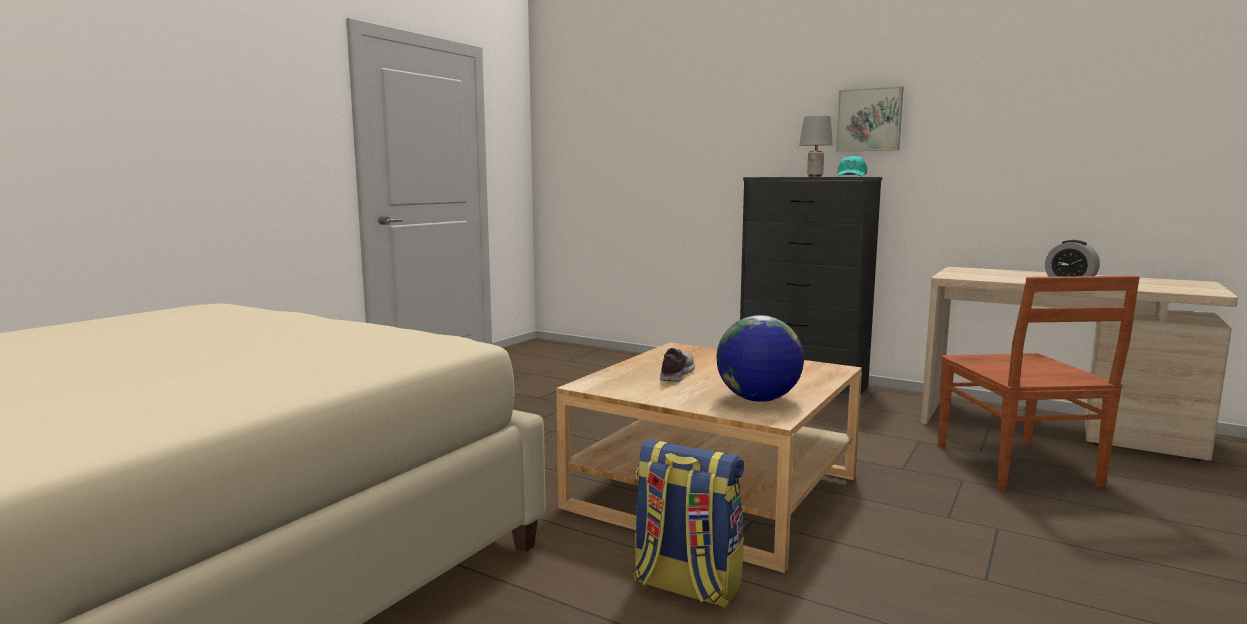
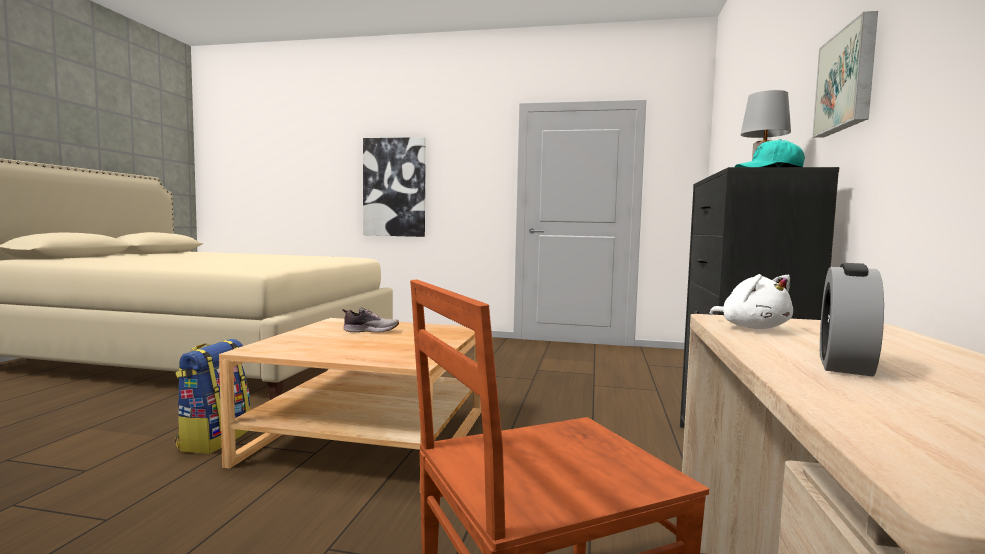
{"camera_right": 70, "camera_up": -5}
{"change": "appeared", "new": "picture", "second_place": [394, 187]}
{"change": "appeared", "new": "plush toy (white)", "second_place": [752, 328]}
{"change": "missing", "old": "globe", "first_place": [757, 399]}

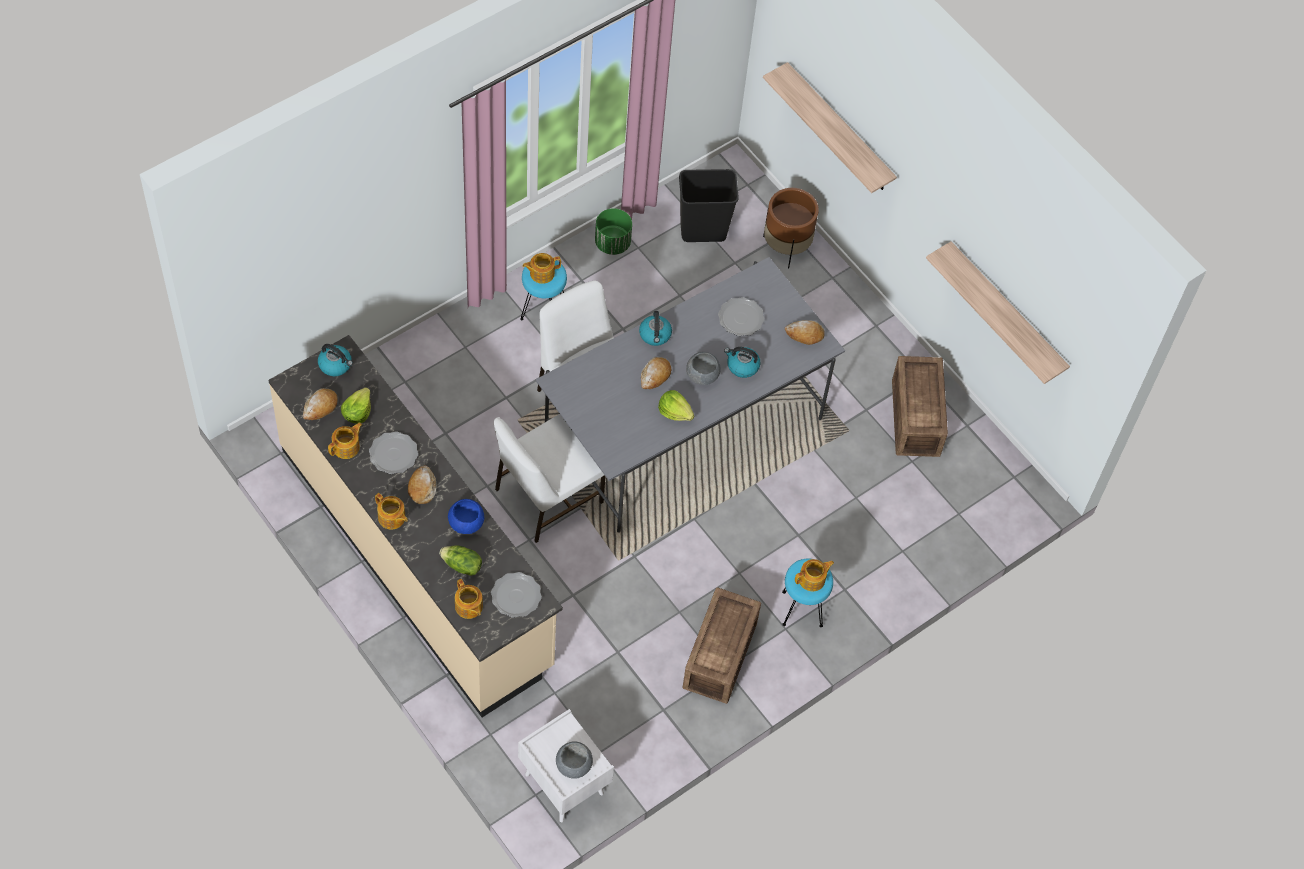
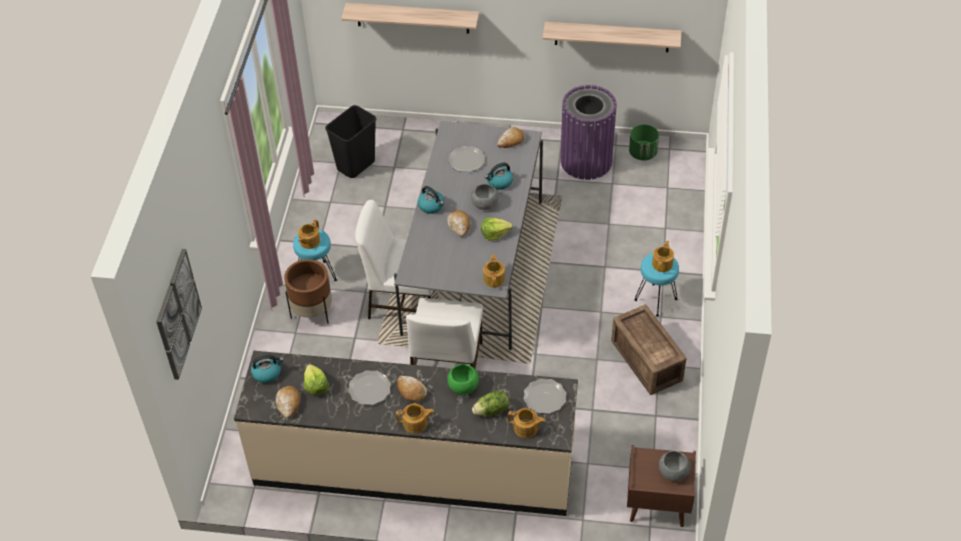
{"camera_right": -40, "camera_up": -10}
{"change": "appeared", "new": "picture", "second_place": [178, 314]}
{"change": "relocated", "old": "planter (brown)", "first_place": [786, 247], "second_place": [312, 312]}
{"change": "colour", "old": "bowl (blue)", "new": "bowl (green)", "first_place": [466, 523], "second_place": [463, 386]}
{"change": "relocated", "old": "teapot", "first_place": [347, 447], "second_place": [494, 278]}
{"change": "exchanged", "old": "crate", "new": "trash can (purple)", "first_place": [917, 416], "second_place": [586, 161]}
{"change": "colour", "old": "nightstand (white)", "new": "nightstand (brown)", "first_place": [563, 784], "second_place": [656, 505]}
{"change": "relocated", "old": "planter (green)", "first_place": [613, 243], "second_place": [642, 153]}

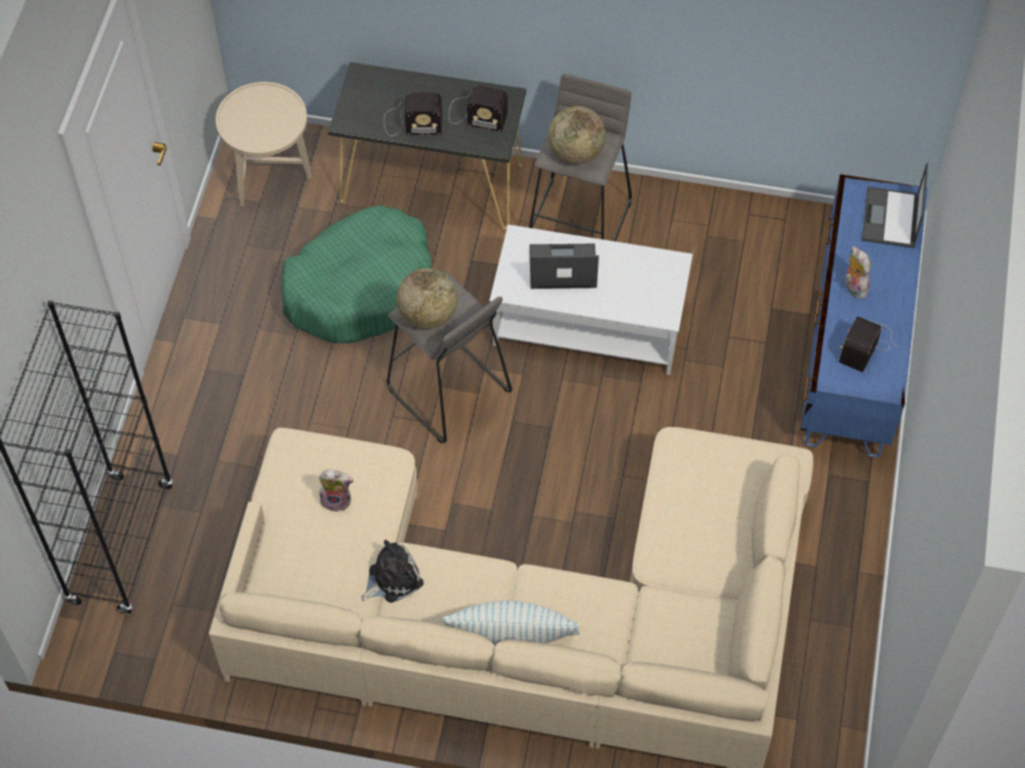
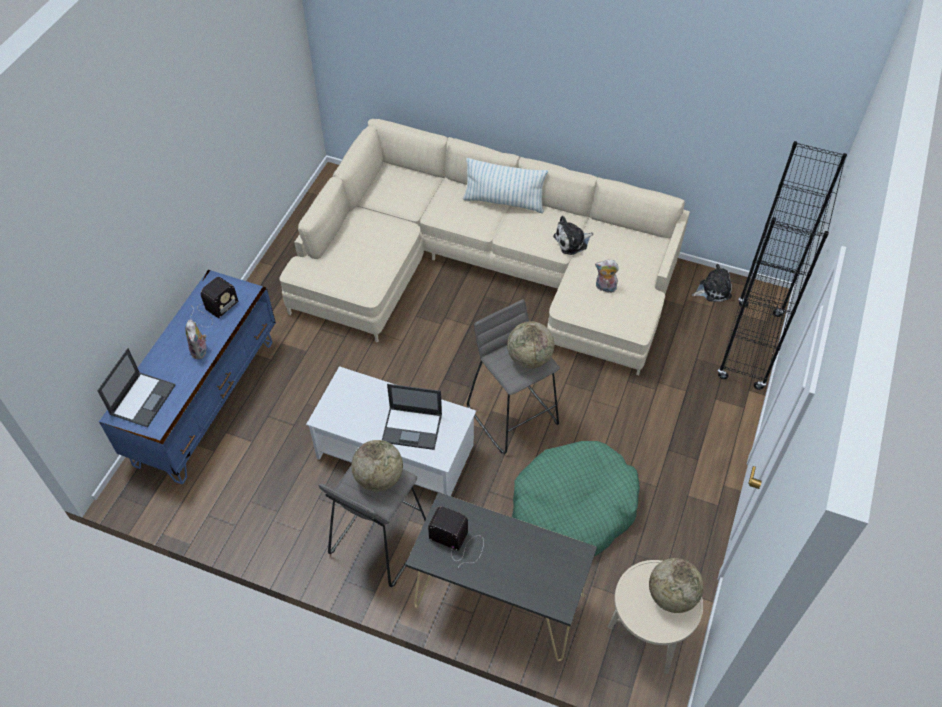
{"camera_right": -170, "camera_up": -5}
{"change": "appeared", "new": "globe", "second_place": [671, 595]}
{"change": "appeared", "new": "plush toy", "second_place": [713, 290]}
{"change": "missing", "old": "radio", "first_place": [411, 123]}

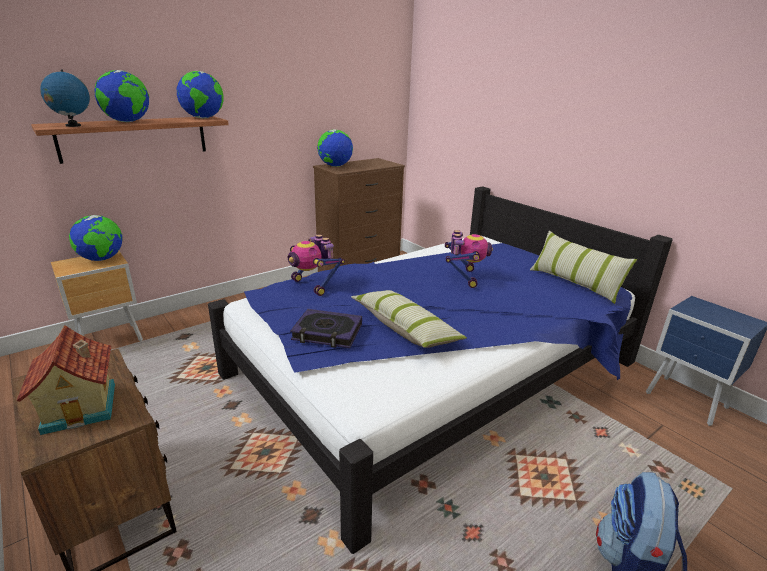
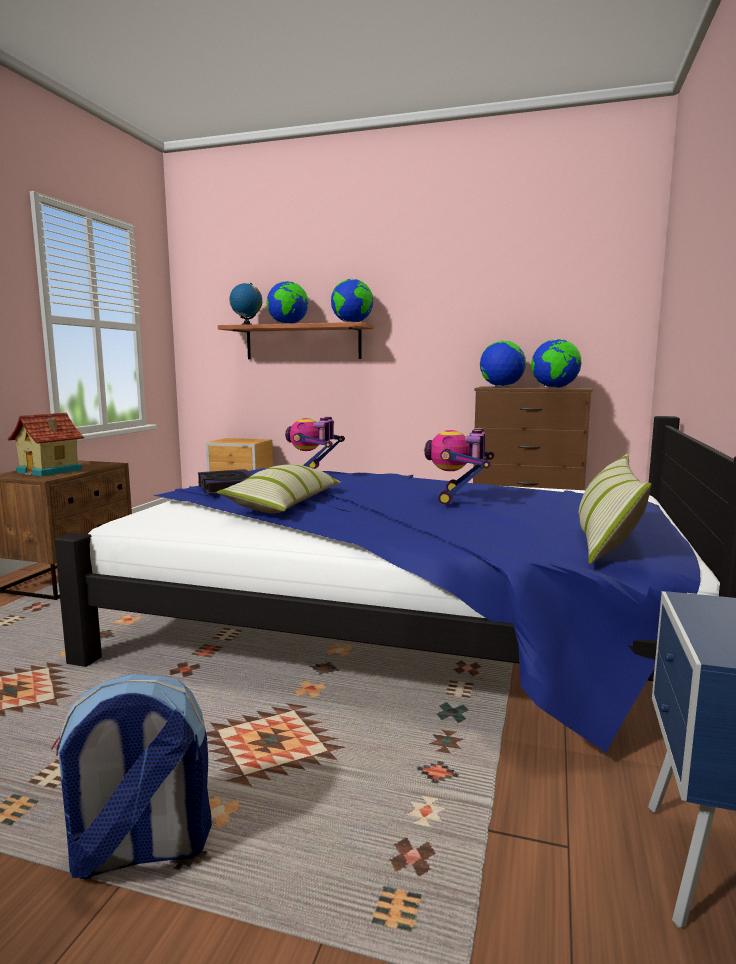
{"camera_right": 55, "camera_up": -15}
{"change": "spun", "old": "toy robot", "first_place": [464, 277], "second_place": [458, 498], "degrees": 135}
{"change": "relocated", "old": "globe", "first_place": [101, 259], "second_place": [554, 388]}

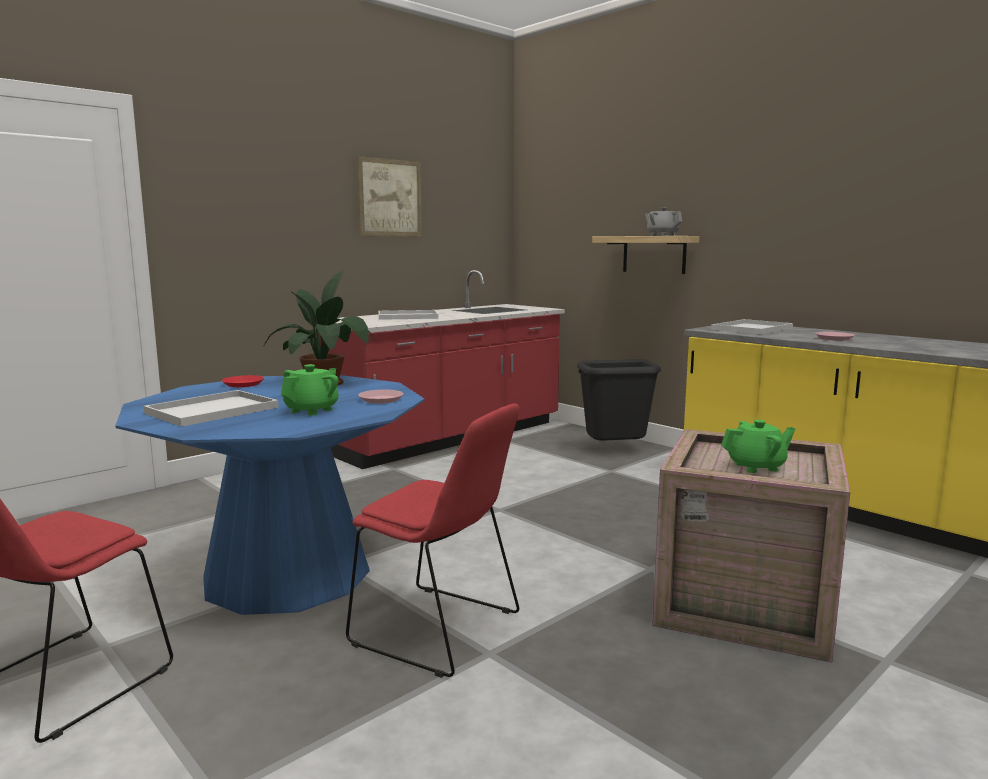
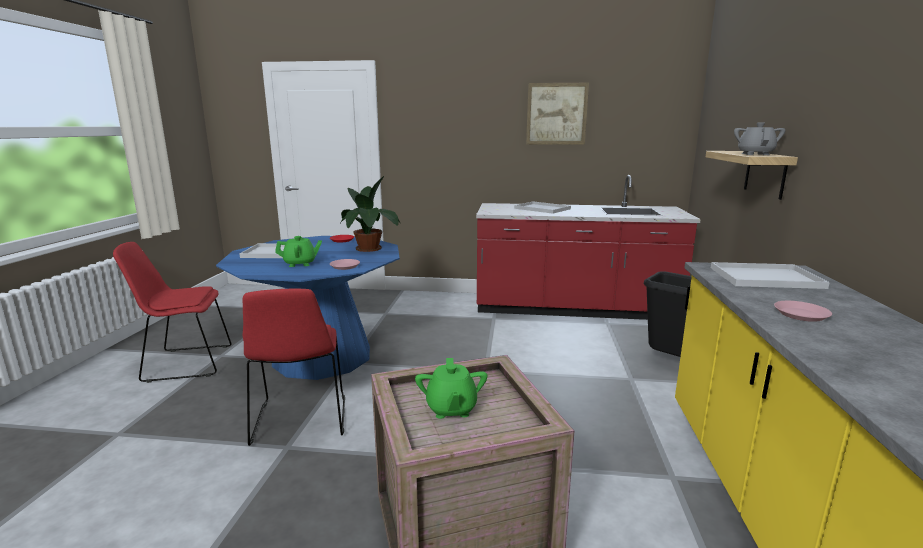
{"camera_right": 50, "camera_up": 5}
{"change": "spun", "old": "teapot (green)", "first_place": [756, 467], "second_place": [451, 409], "degrees": 45}

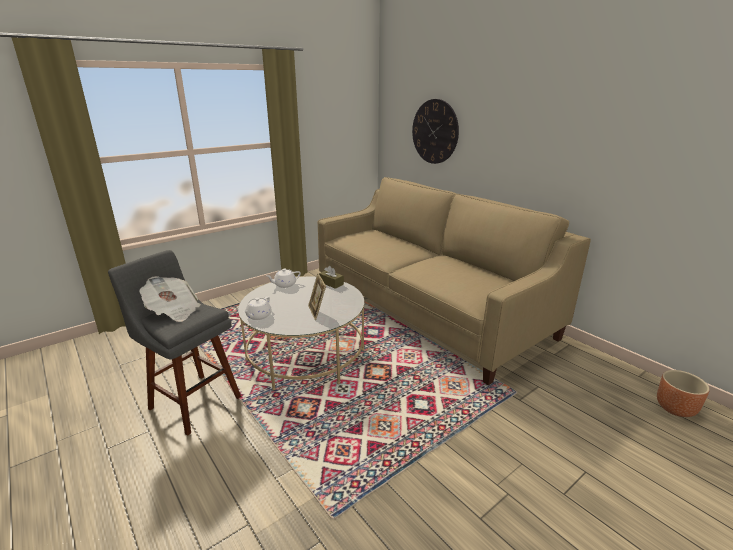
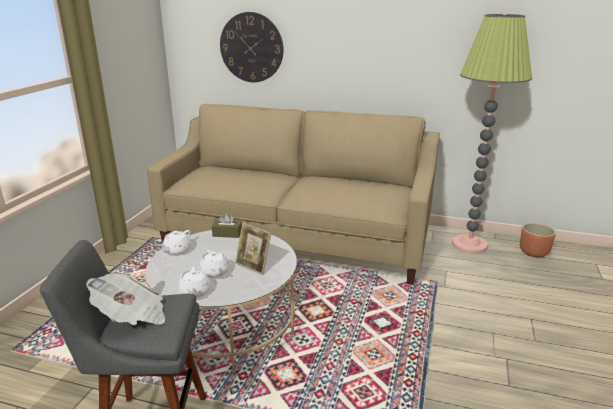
{"camera_right": -35, "camera_up": 0}
{"change": "appeared", "new": "teapot (white)", "second_place": [215, 273]}
{"change": "appeared", "new": "floor lamp", "second_place": [469, 245]}

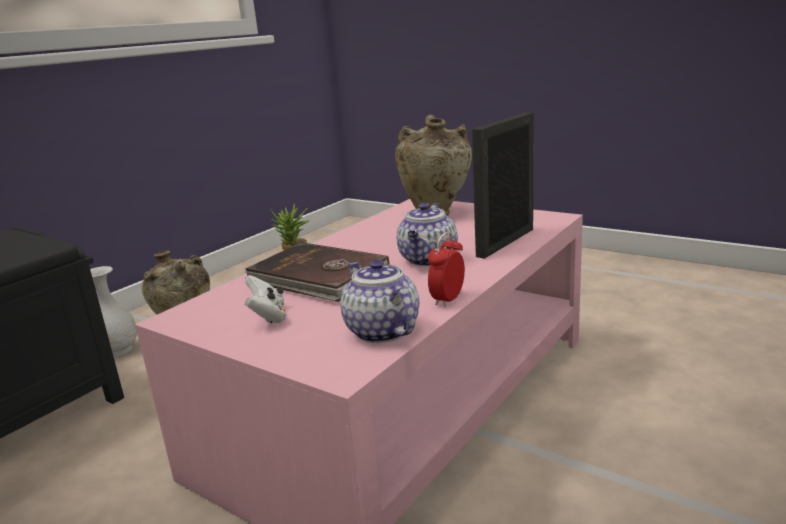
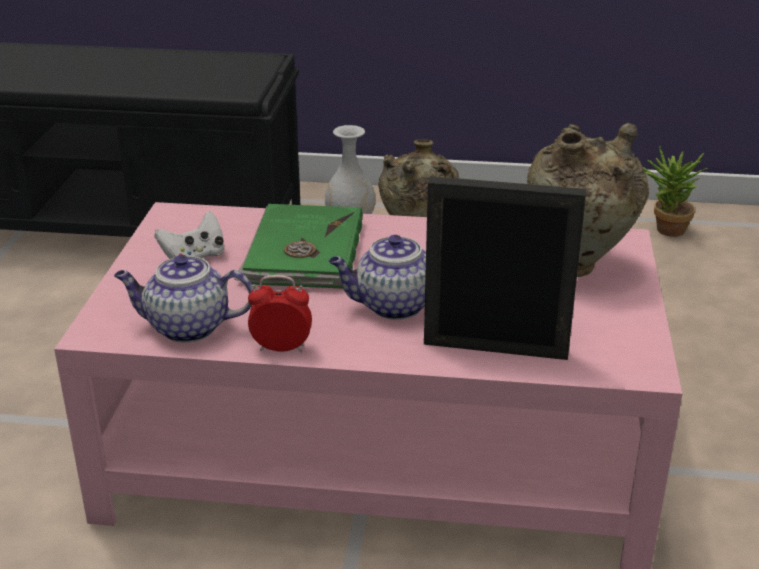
{"camera_right": 60, "camera_up": 10}
{"change": "spun", "old": "teapot", "first_place": [380, 330], "second_place": [186, 328], "degrees": -120}
{"change": "colour", "old": "book (brown)", "new": "book (green)", "first_place": [318, 277], "second_place": [302, 252]}

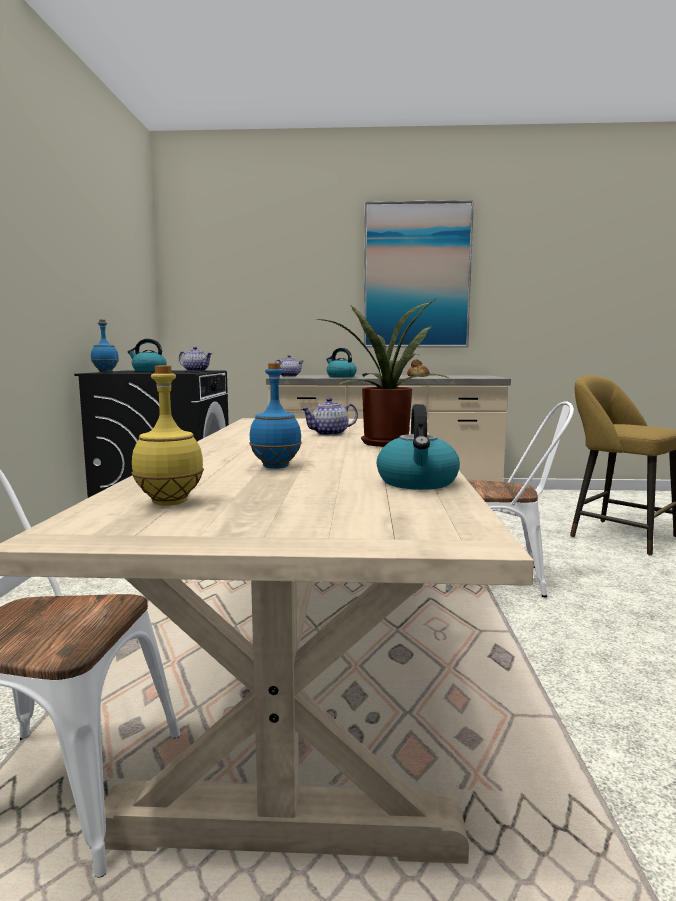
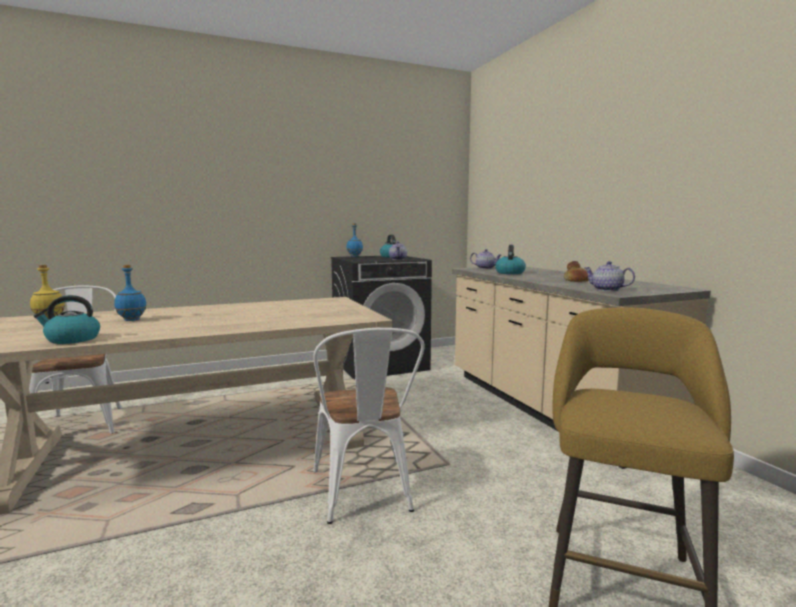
{"camera_right": 65, "camera_up": 0}
{"change": "relocated", "old": "teapot", "first_place": [329, 434], "second_place": [606, 290]}
{"change": "missing", "old": "potted plant", "first_place": [386, 442]}
{"change": "missing", "old": "picture", "first_place": [417, 276]}

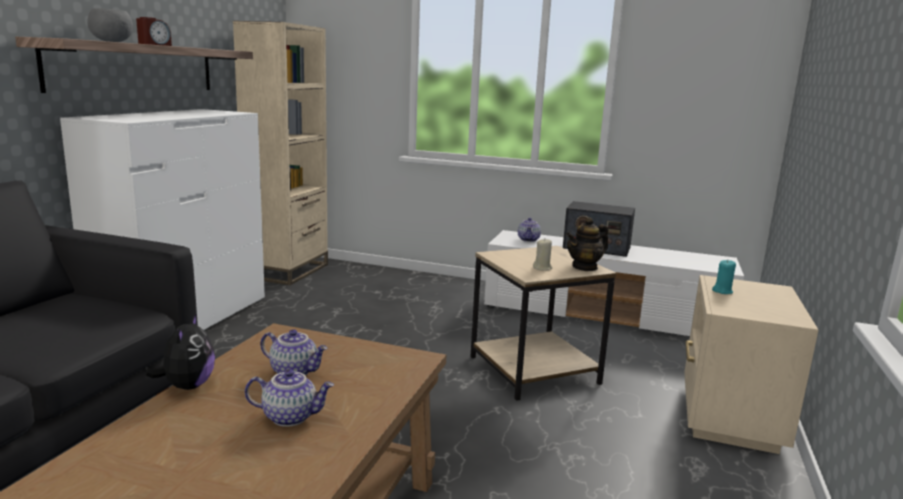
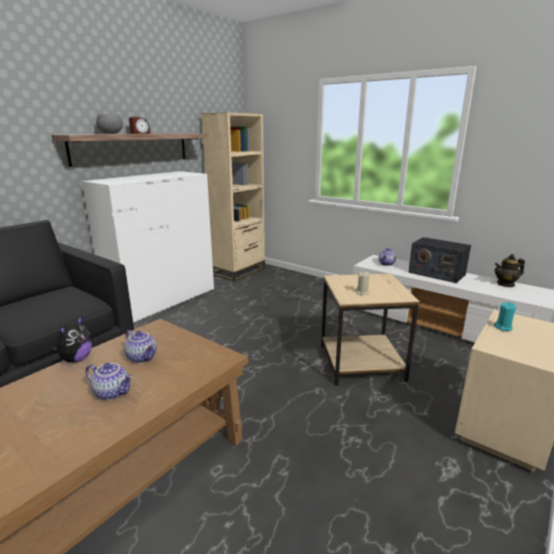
{"camera_right": 20, "camera_up": 5}
{"change": "relocated", "old": "teapot", "first_place": [585, 267], "second_place": [506, 284]}

